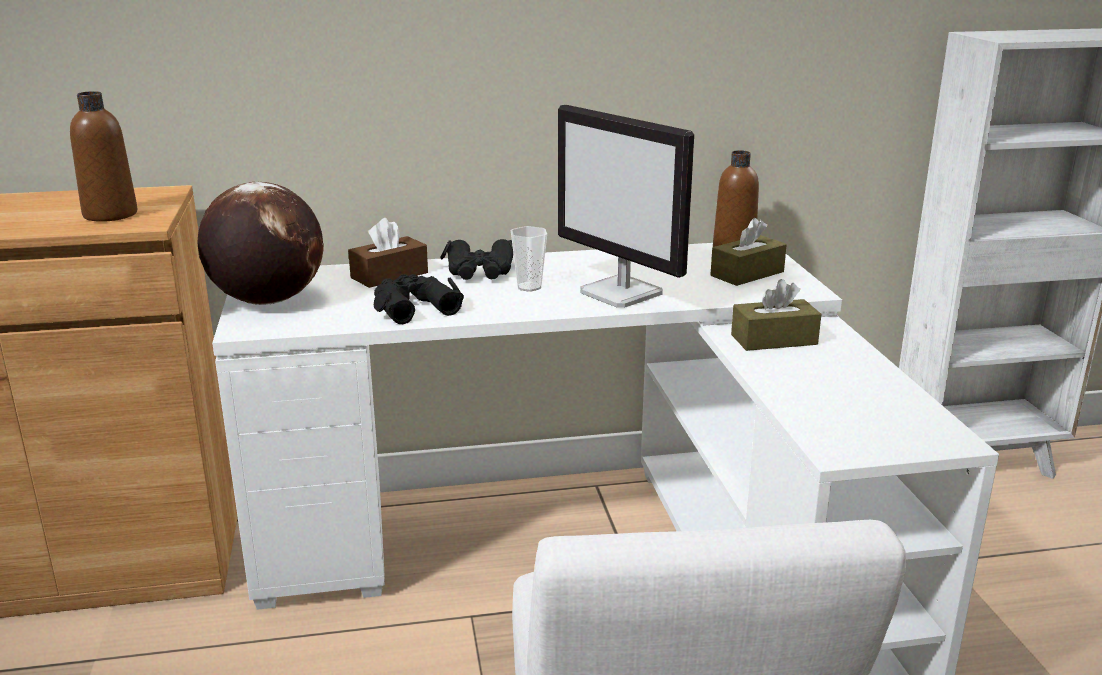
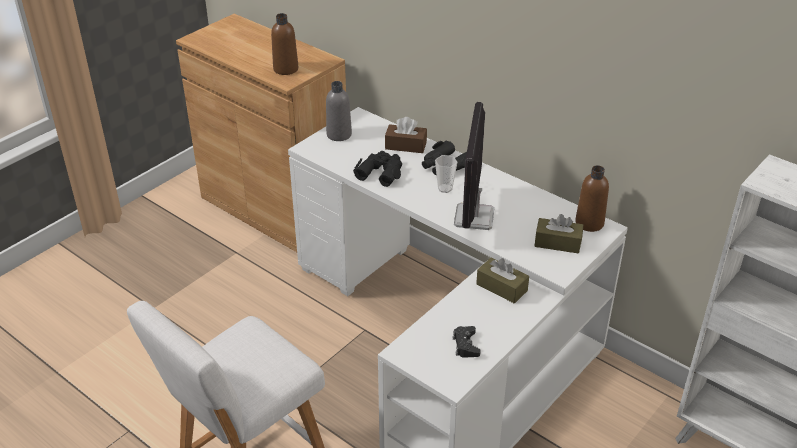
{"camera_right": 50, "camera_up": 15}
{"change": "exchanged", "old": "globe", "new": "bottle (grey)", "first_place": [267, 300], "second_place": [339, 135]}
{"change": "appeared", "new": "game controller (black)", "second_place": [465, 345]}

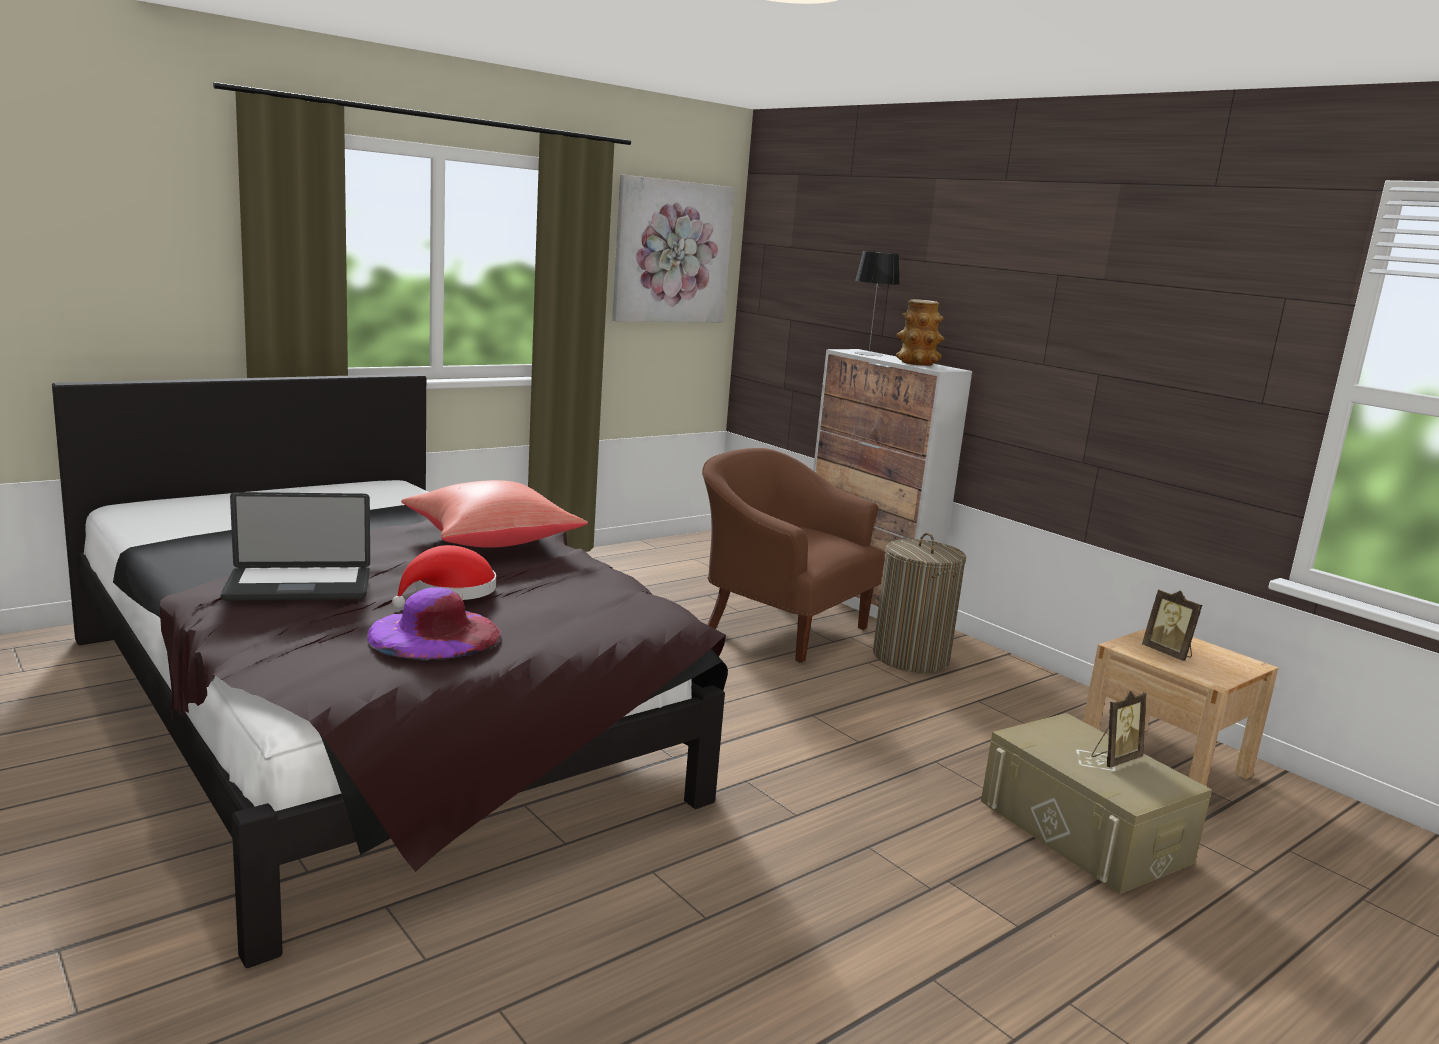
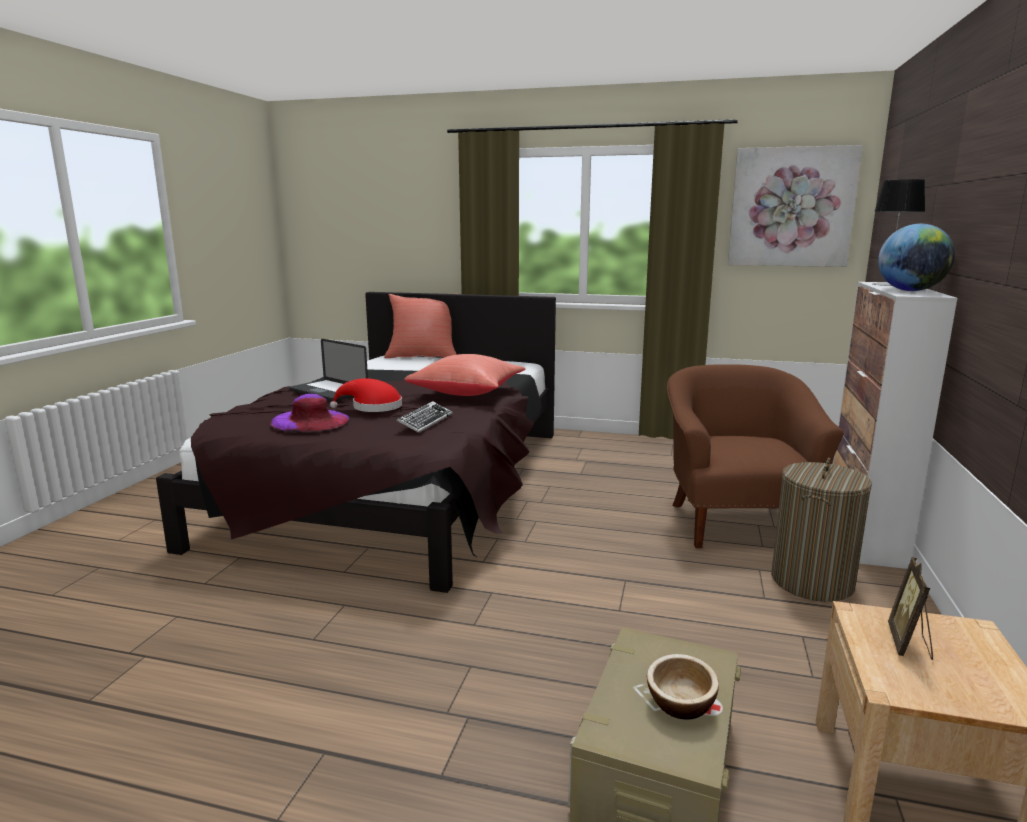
{"camera_right": 55, "camera_up": 0}
{"change": "appeared", "new": "pillow (red)", "second_place": [422, 356]}
{"change": "appeared", "new": "keyboard", "second_place": [425, 421]}
{"change": "exchanged", "old": "picture frame", "new": "bowl", "first_place": [1114, 759], "second_place": [680, 704]}
{"change": "exchanged", "old": "vase", "new": "globe", "first_place": [917, 363], "second_place": [910, 291]}

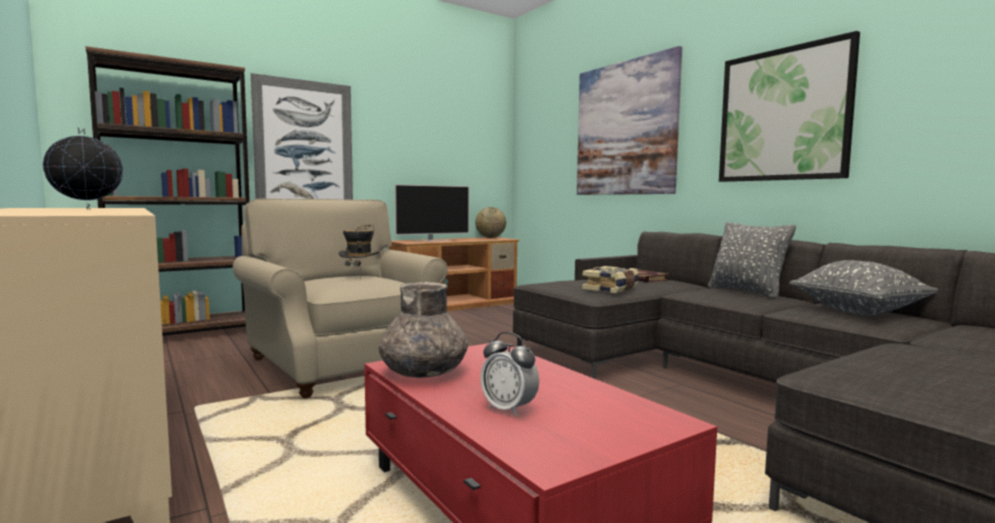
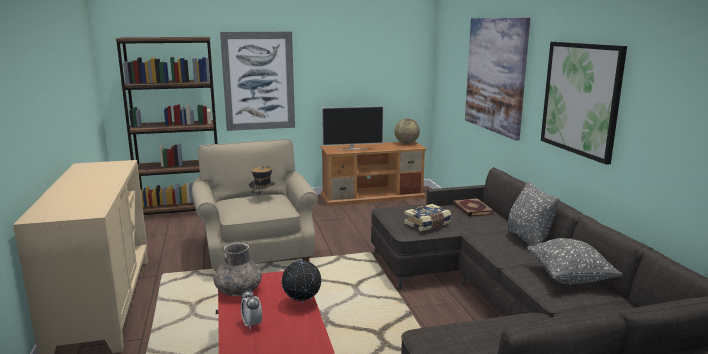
{"camera_right": 20, "camera_up": 10}
{"change": "relocated", "old": "globe", "first_place": [87, 209], "second_place": [302, 303]}

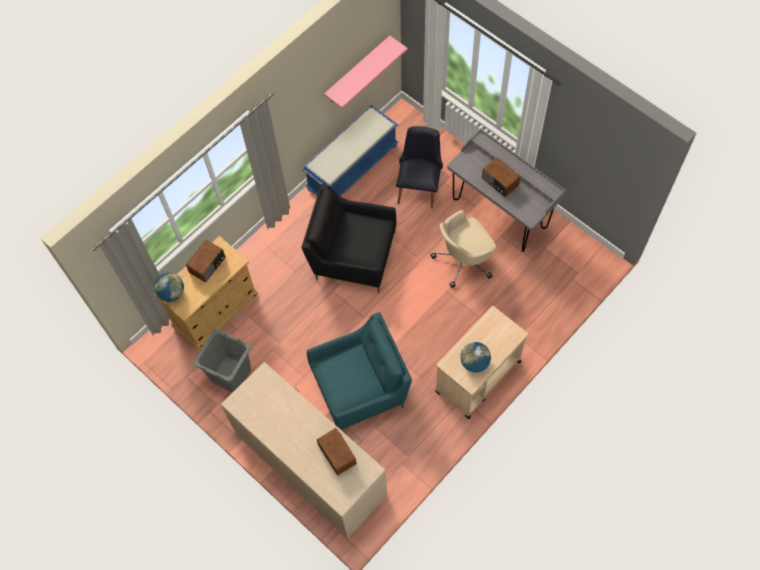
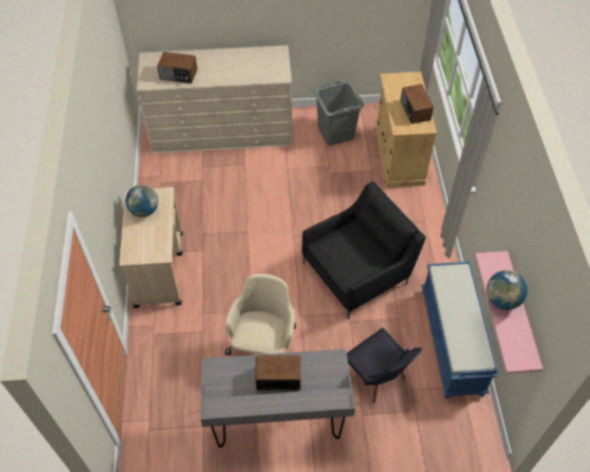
{"camera_right": 130, "camera_up": -10}
{"change": "relocated", "old": "globe", "first_place": [172, 293], "second_place": [502, 300]}
{"change": "missing", "old": "armchair (turquoise)", "first_place": [361, 386]}

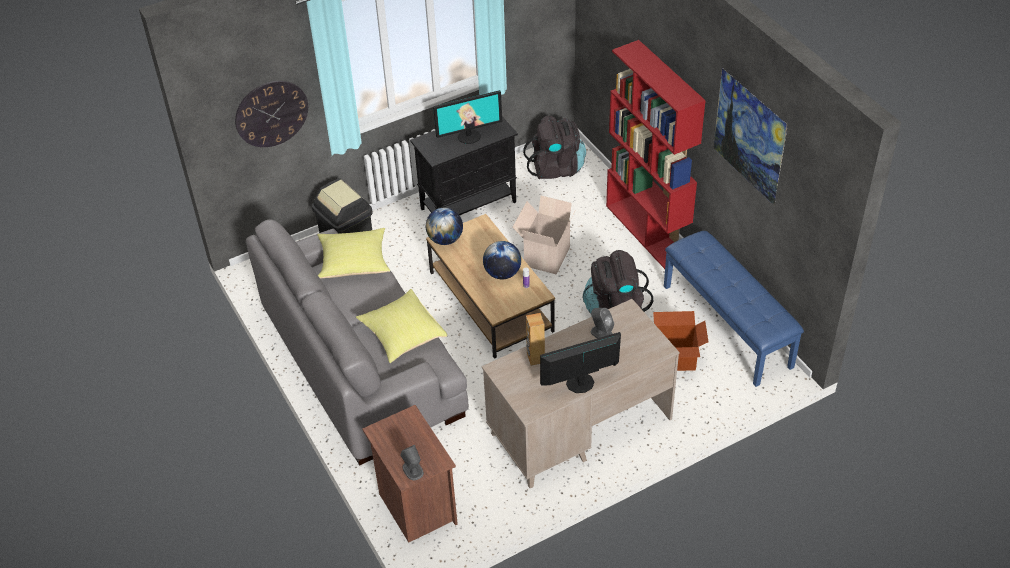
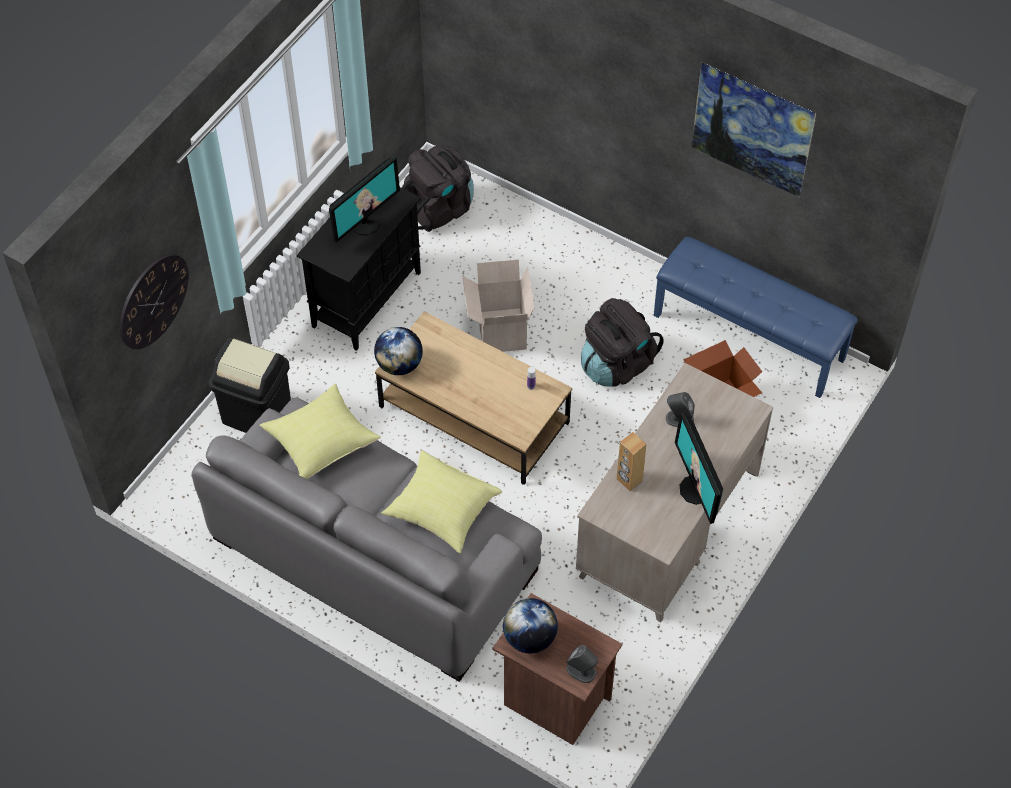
{"camera_right": -30, "camera_up": 10}
{"change": "relocated", "old": "globe", "first_place": [502, 273], "second_place": [529, 638]}
{"change": "spun", "old": "monitor", "first_place": [580, 383], "second_place": [695, 490], "degrees": -60}
{"change": "missing", "old": "bookcase (red)", "first_place": [647, 231]}

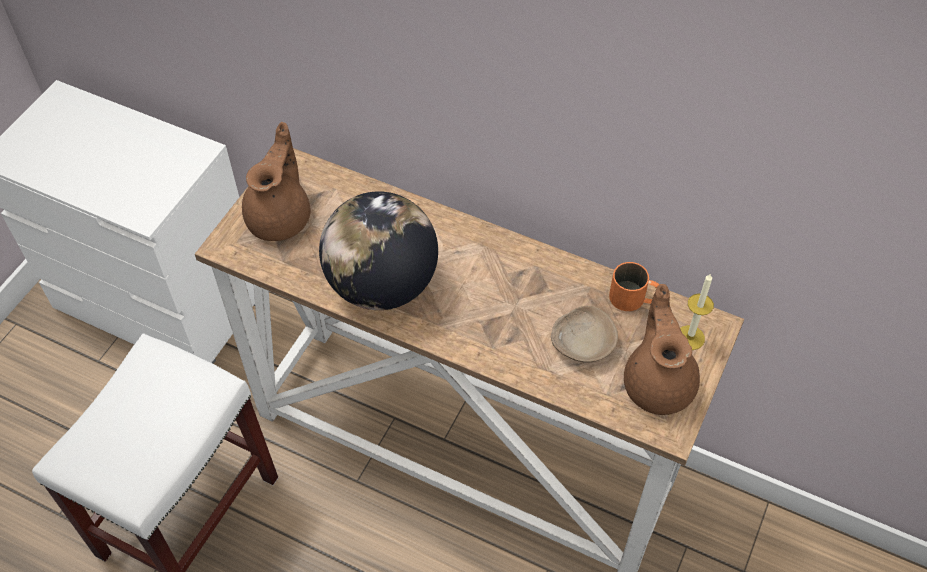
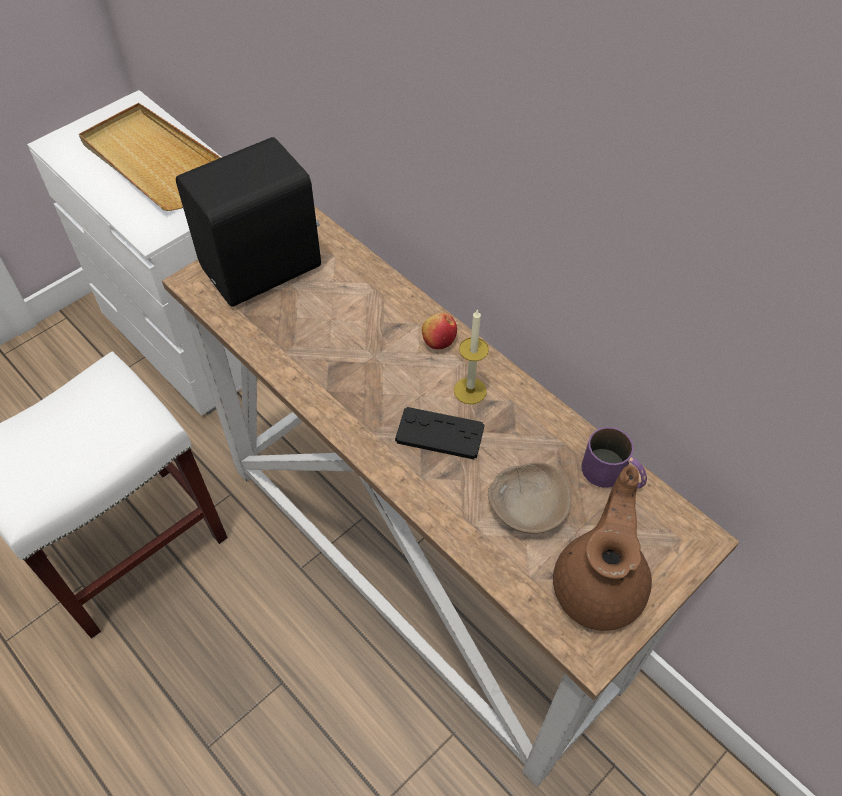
{"camera_right": 20, "camera_up": 0}
{"change": "appeared", "new": "tray (beige)", "second_place": [154, 161]}
{"change": "exchanged", "old": "teapot (brown)", "new": "speaker (black)", "first_place": [281, 217], "second_place": [264, 269]}
{"change": "appeared", "new": "game controller (black)", "second_place": [440, 434]}
{"change": "appeared", "new": "apple", "second_place": [438, 340]}
{"change": "relocated", "old": "candle", "first_place": [690, 337], "second_place": [470, 390]}
{"change": "colour", "old": "mug (orange)", "new": "mug (purple)", "first_place": [635, 299], "second_place": [612, 475]}
{"change": "missing", "old": "globe", "first_place": [382, 285]}

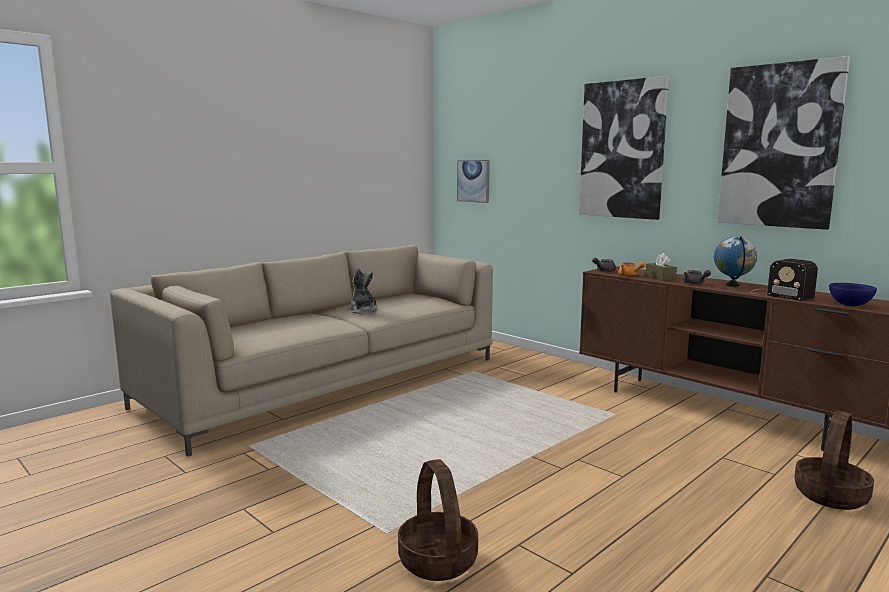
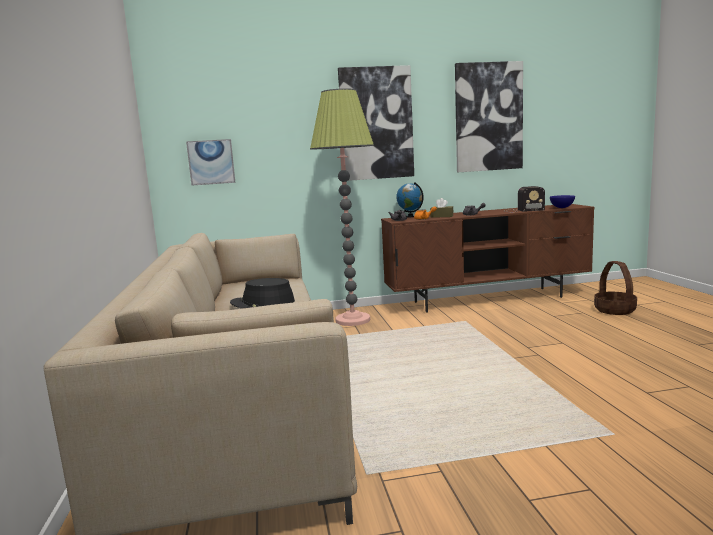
{"camera_right": -55, "camera_up": 0}
{"change": "exchanged", "old": "plush toy", "new": "hat (black)", "first_place": [363, 311], "second_place": [262, 303]}
{"change": "appeared", "new": "floor lamp", "second_place": [352, 320]}
{"change": "relocated", "old": "globe", "first_place": [732, 285], "second_place": [410, 216]}
{"change": "missing", "old": "basket", "first_place": [437, 560]}

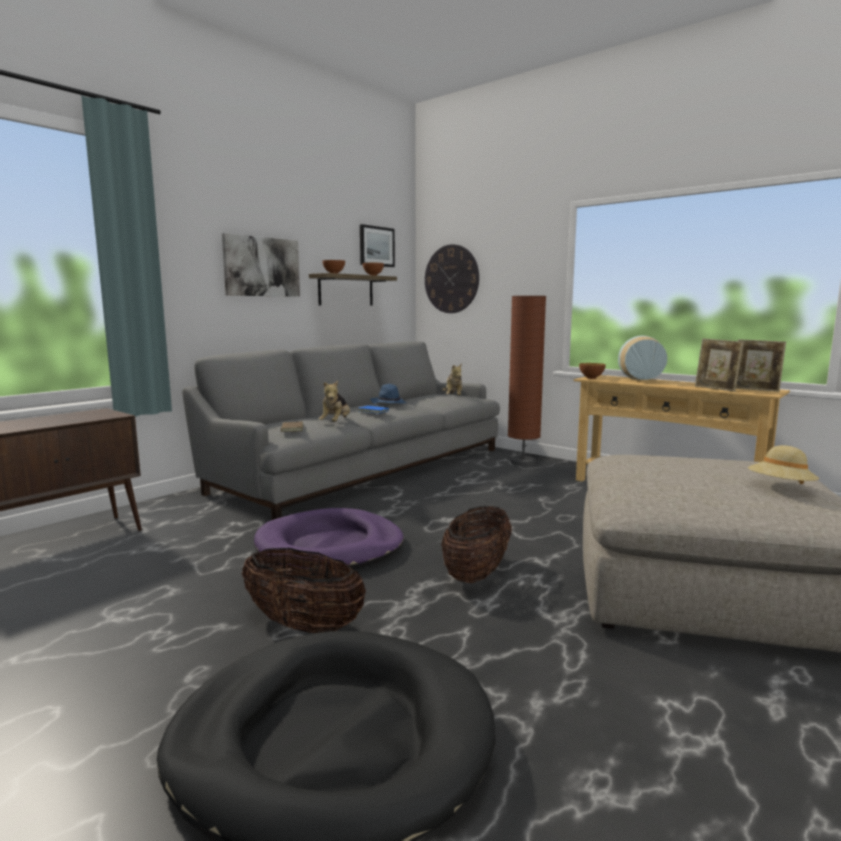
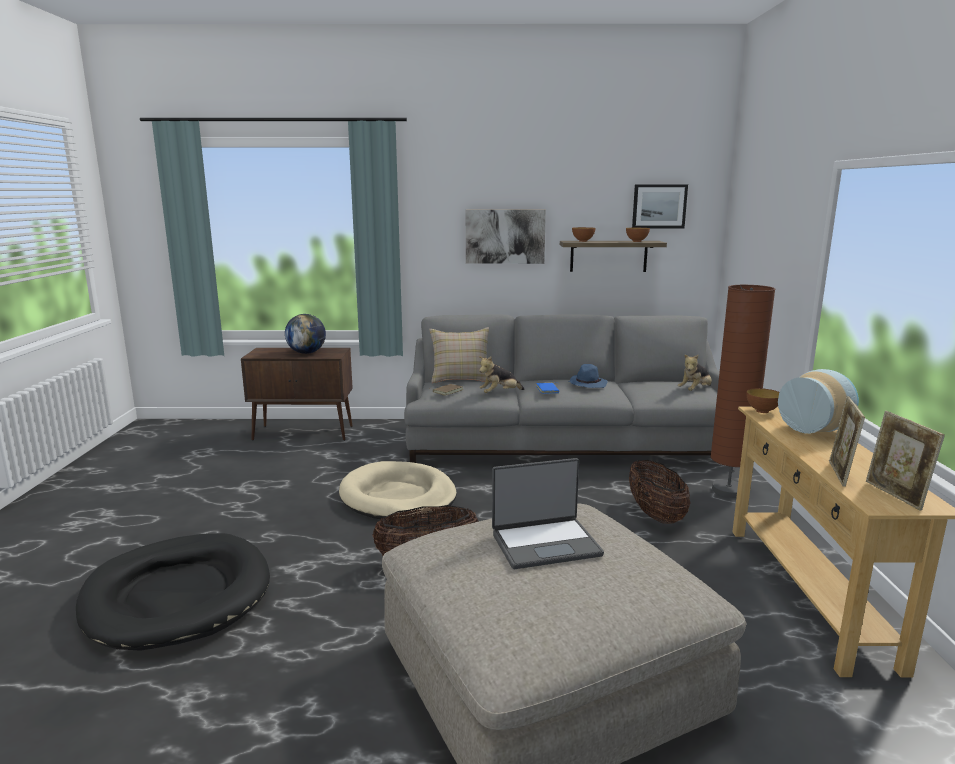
{"camera_right": 50, "camera_up": 5}
{"change": "appeared", "new": "globe", "second_place": [306, 353]}
{"change": "colour", "old": "dog bed (purple)", "new": "dog bed (beige)", "first_place": [330, 547], "second_place": [398, 497]}
{"change": "appeared", "new": "pillow (beige)", "second_place": [460, 379]}
{"change": "appeared", "new": "laptop", "second_place": [545, 544]}
{"change": "relocated", "old": "basket", "first_place": [303, 625], "second_place": [655, 515]}
{"change": "missing", "old": "wall clock", "first_place": [451, 279]}
{"change": "missing", "old": "hat (beige)", "first_place": [780, 488]}

